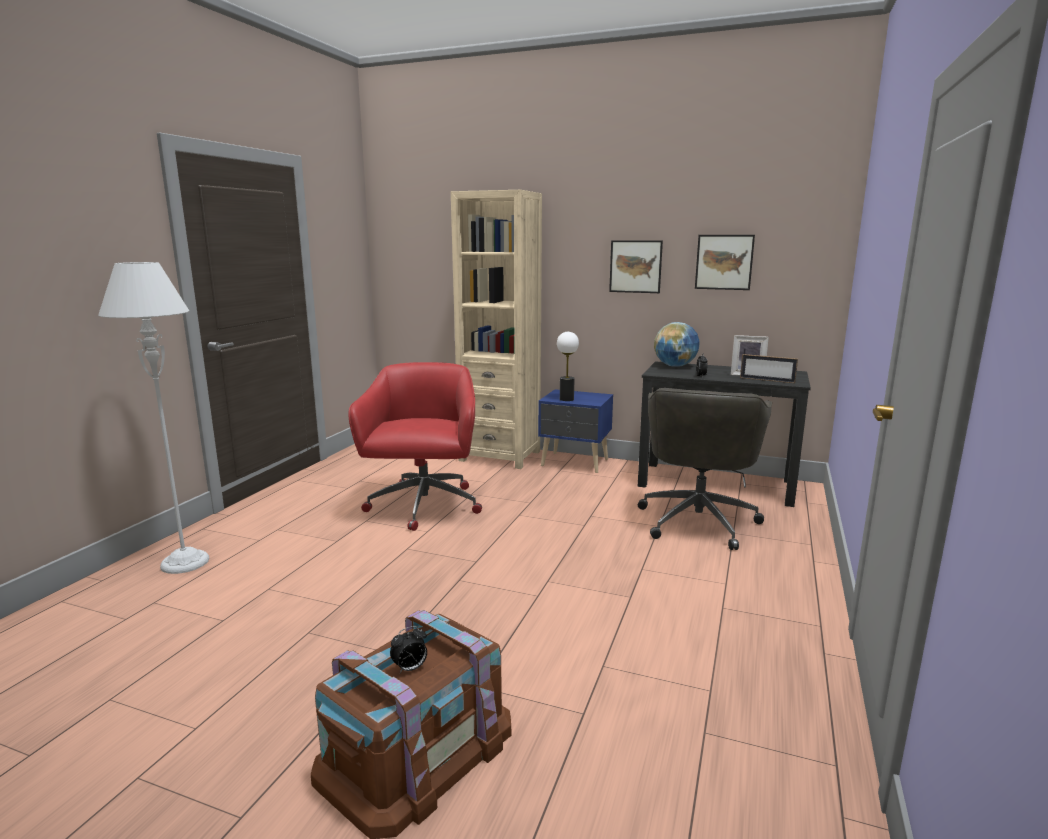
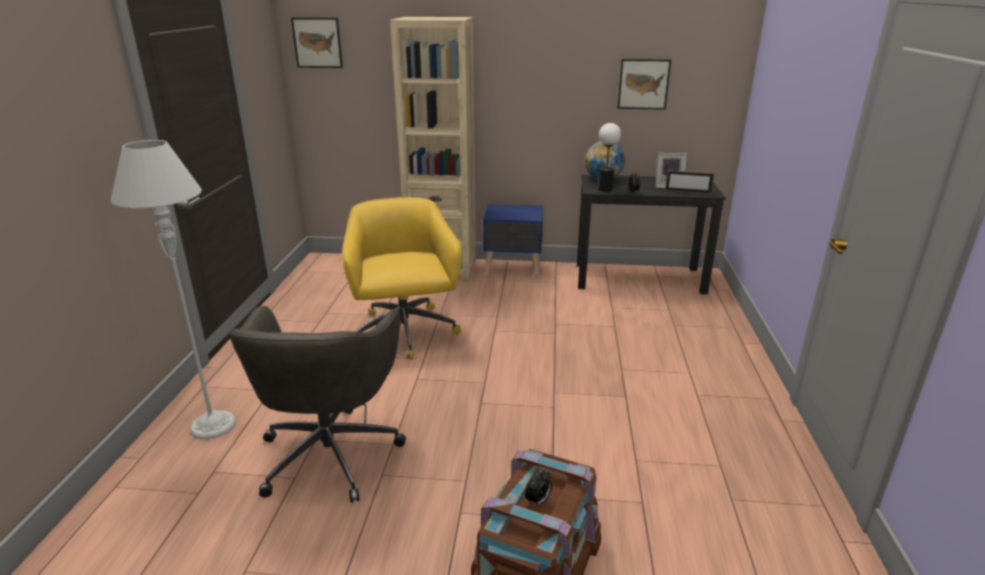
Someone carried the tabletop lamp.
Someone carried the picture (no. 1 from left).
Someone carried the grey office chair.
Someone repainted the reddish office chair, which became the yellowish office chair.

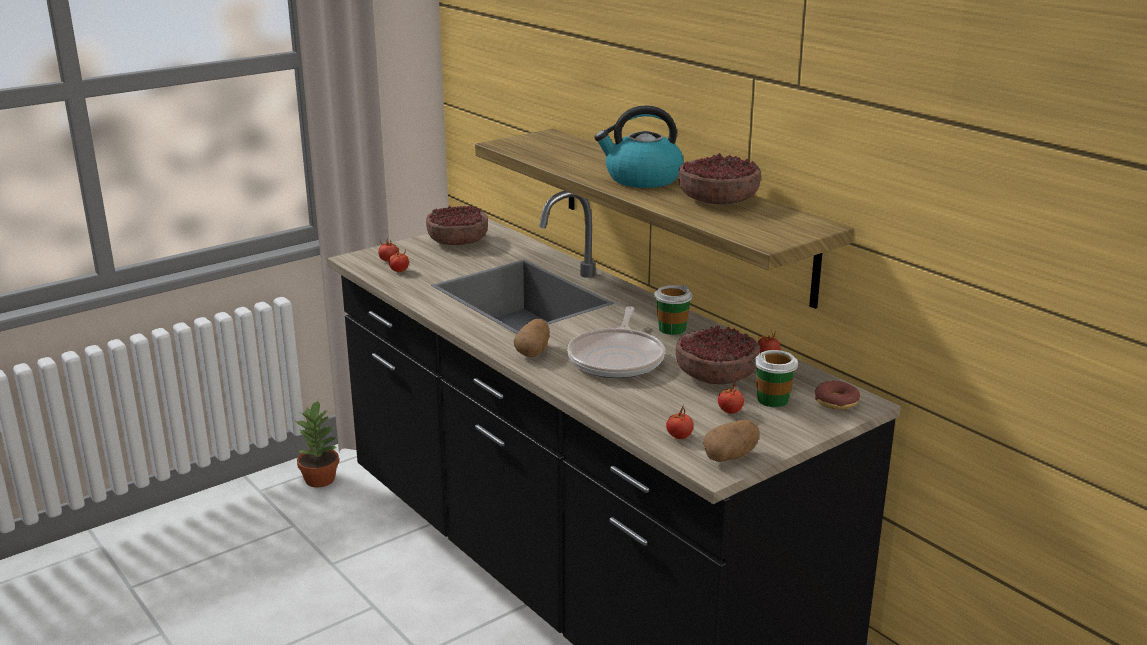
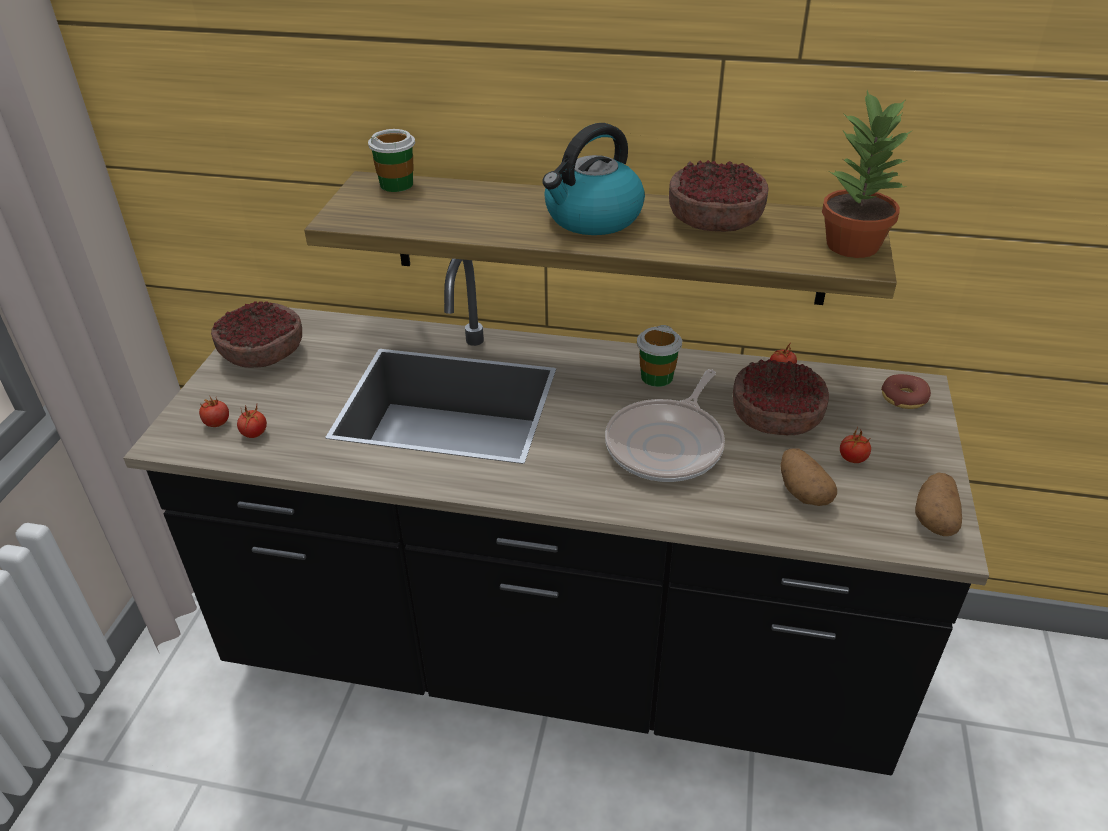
Someone took away the whole tomato (no. 3 from left).
Someone carried the houseplant.
Someone carried the potato (no. 1 from left).
Someone carried the small cup (no. 2 from left in the first image).
Someone rotated the skillet by 60 degrees clockwise.

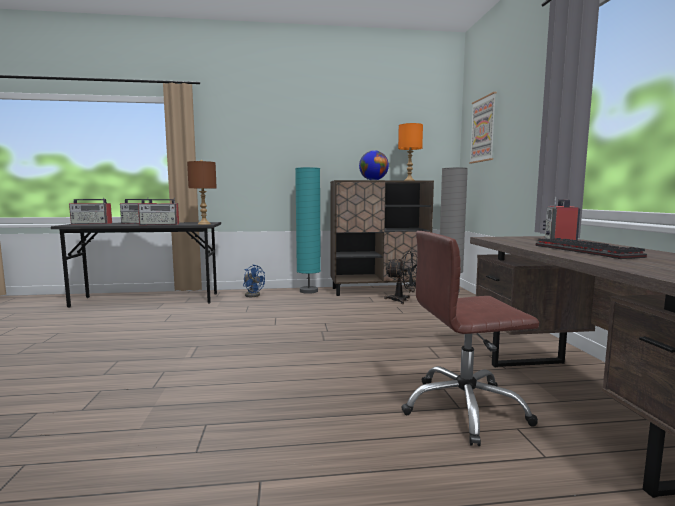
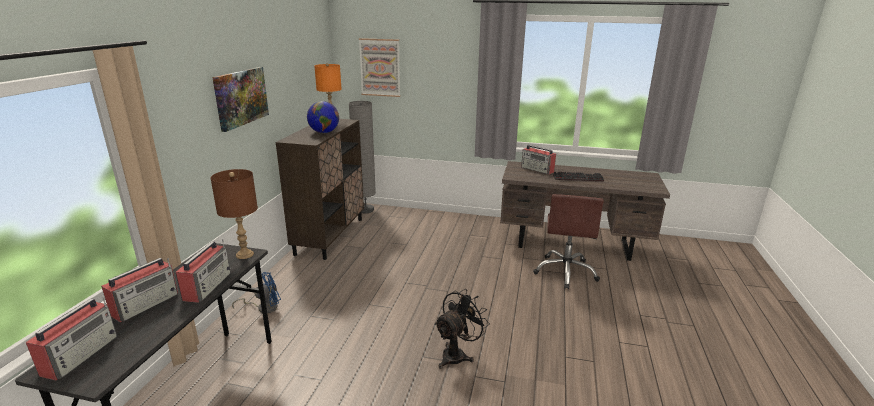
Someone took away the turquoise floor lamp.
Someone put up the picture (no. 1 from left).
Someone carried the black-coloured electric fan.

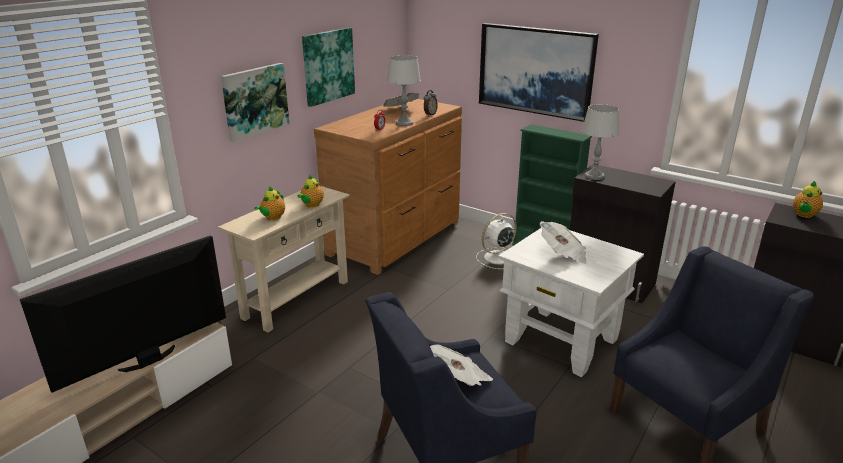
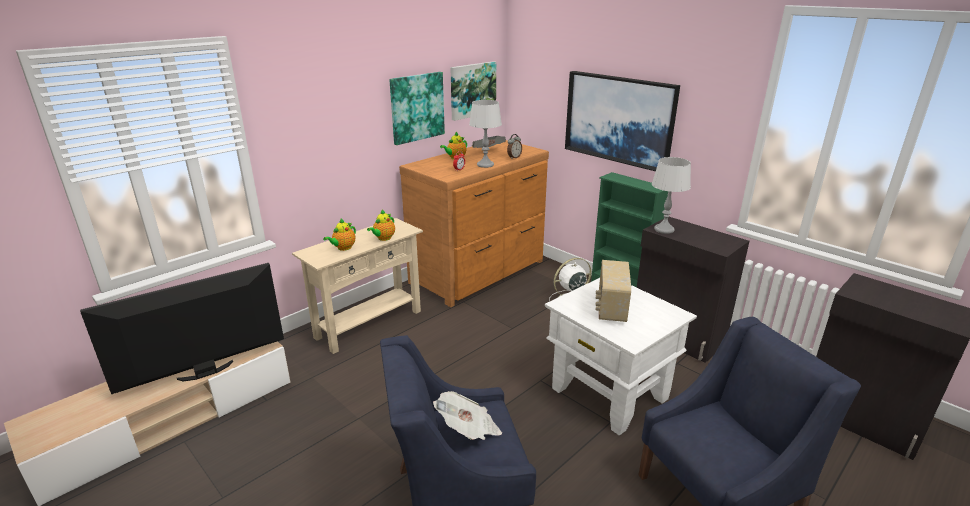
Someone carried the picture (no. 1 from left in the first image).
Someone carried the pot for tea (no. 3 from left).
Someone swapped the printed paper (no. 3 from left) for the radio.

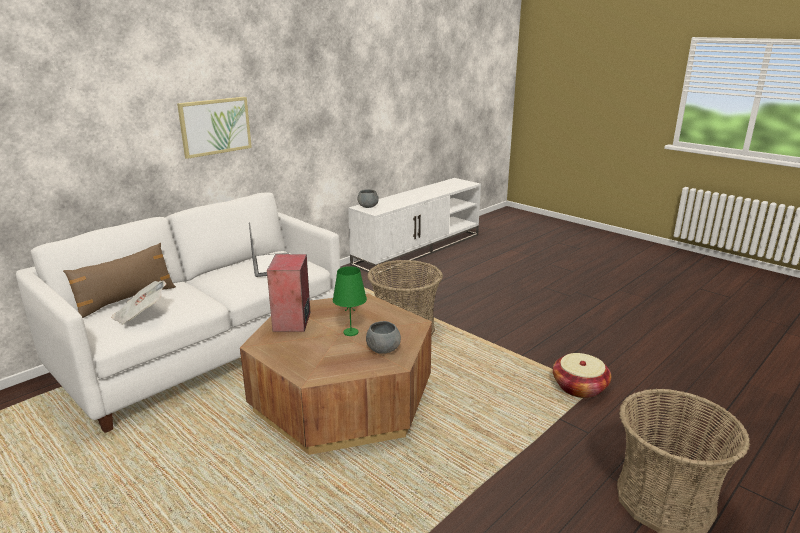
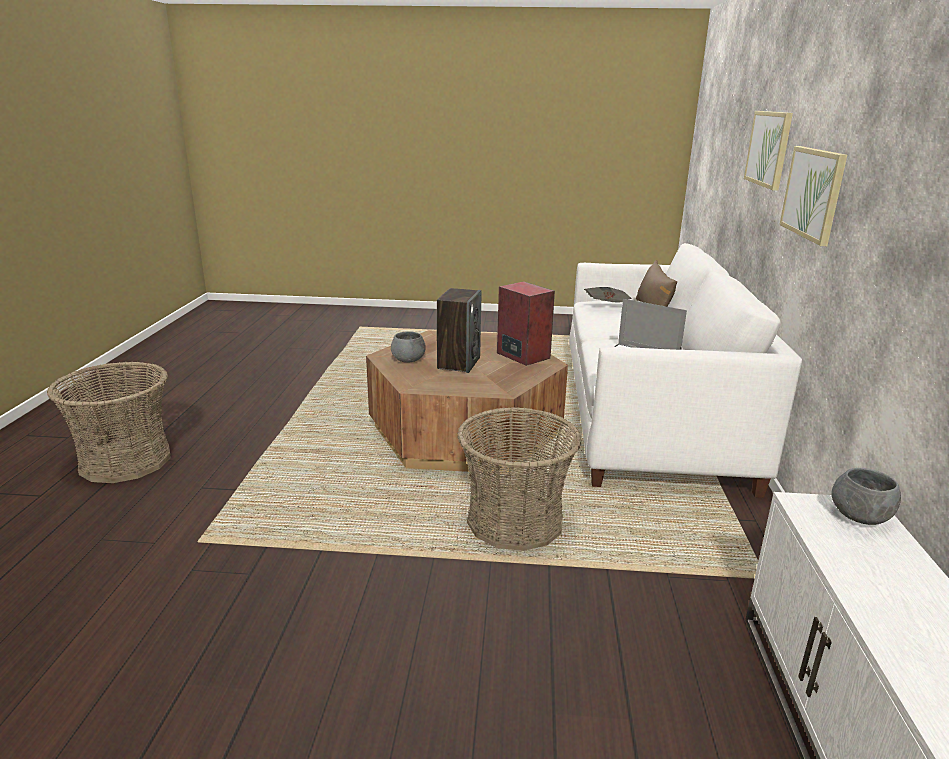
Someone took away the storage basket (no. 2 from left).
Someone put up the picture (no. 1 from left).
Someone swapped the green-coloured tabletop lamp for the speaker (no. 1 from left).

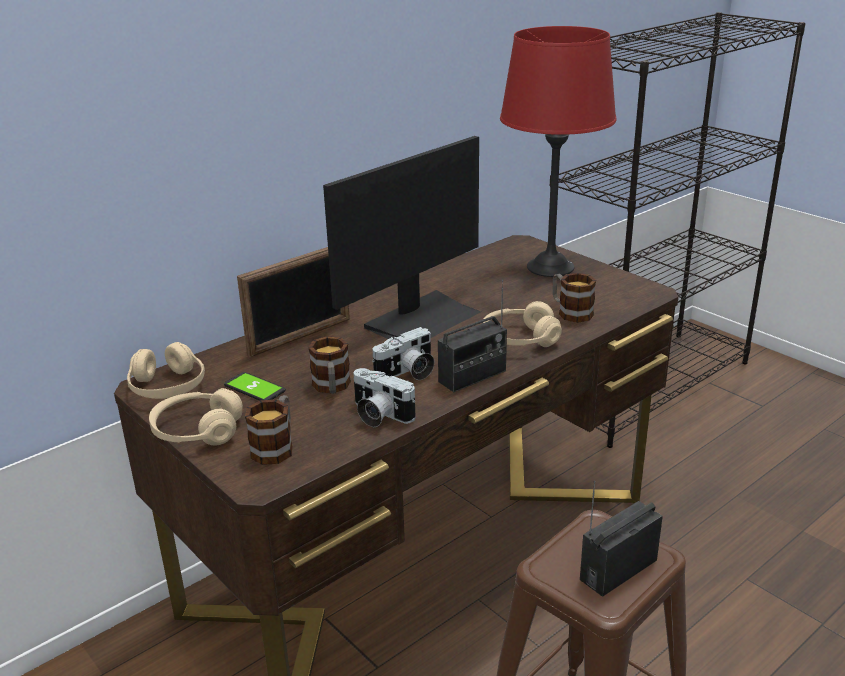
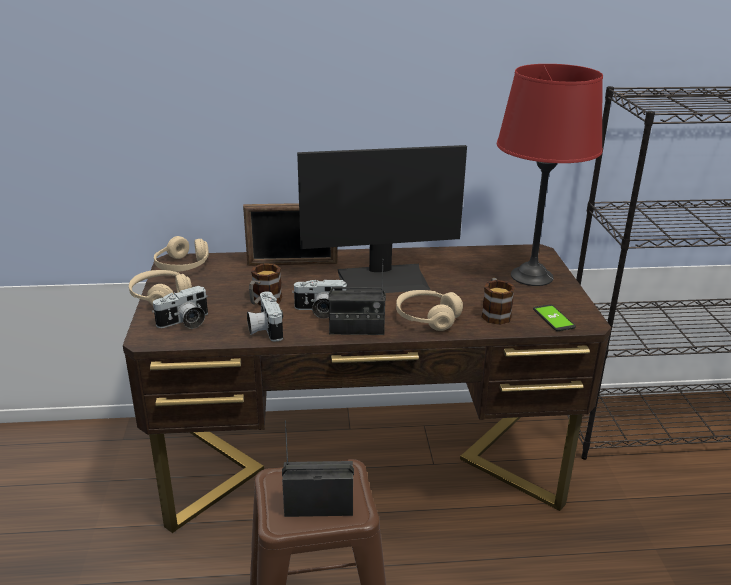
Someone carried the handset.
Someone swapped the mug (no. 1 from left) for the still camera (no. 1 from left).

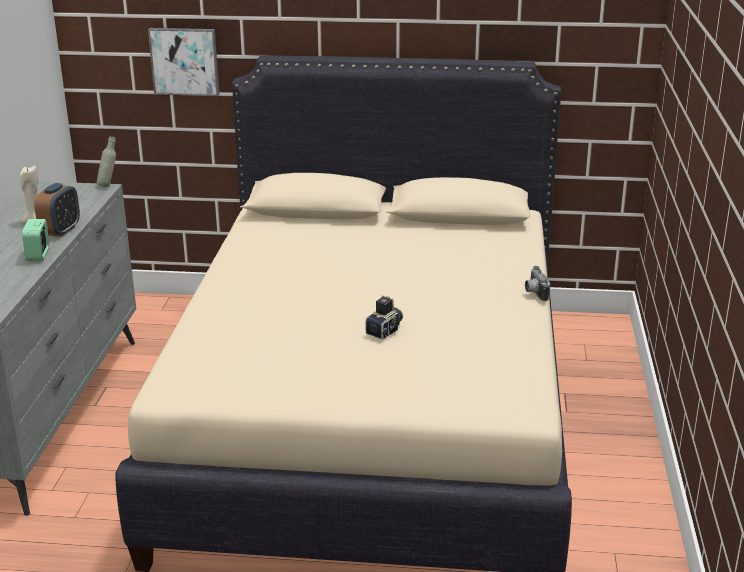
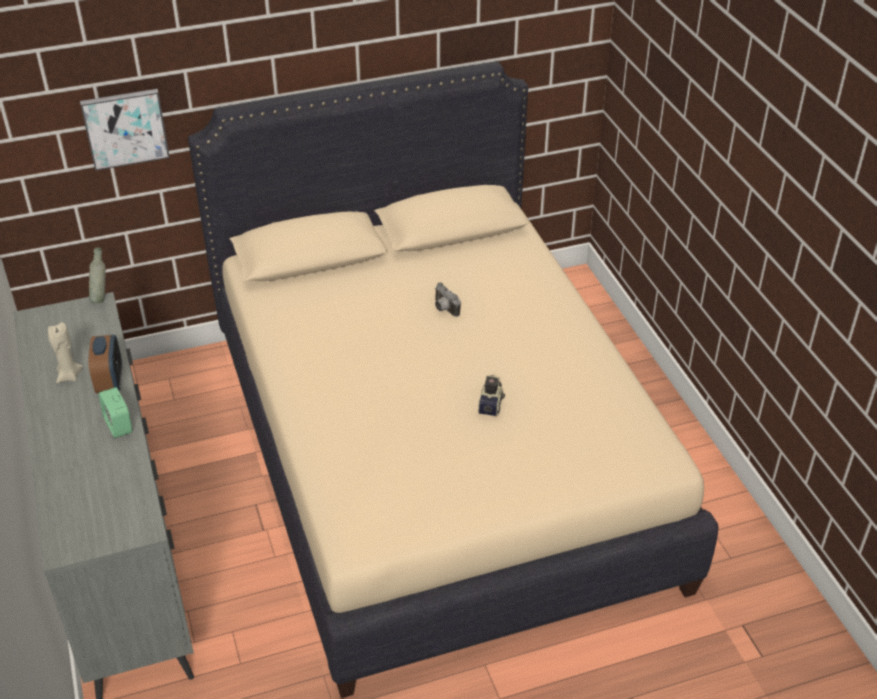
Someone carried the still camera (no. 2 from left in the first image).

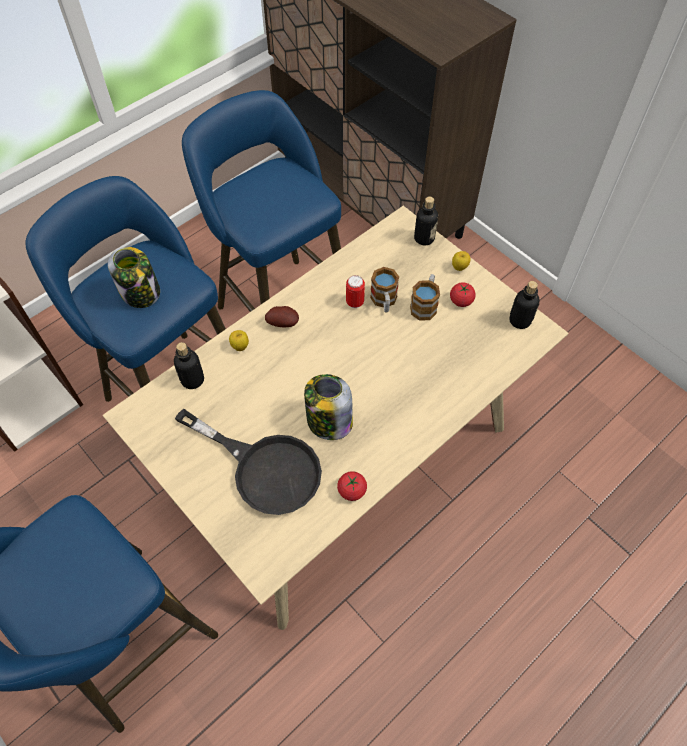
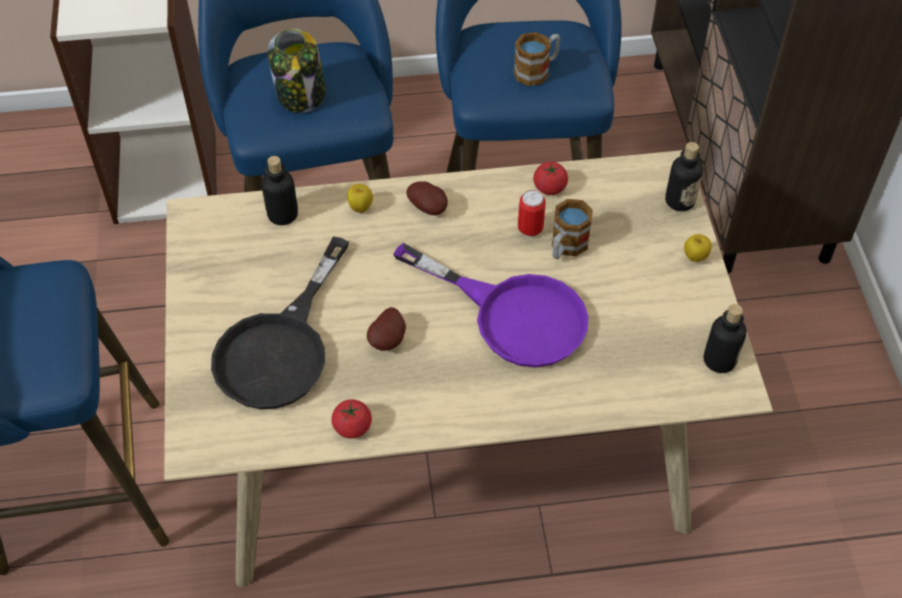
Someone put down the purple-coloured skillet.
Someone carried the mug (no. 2 from left in the first image).
Someone carried the whole tomato (no. 2 from left).
Someone swapped the jar (no. 2 from left) for the potato (no. 1 from left).
Someone rotated the black-coloured skillet by 45 degrees clockwise.

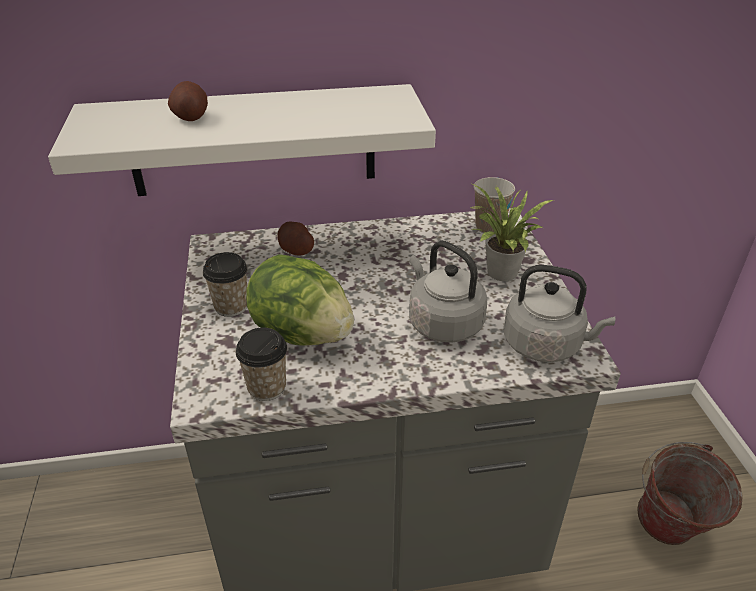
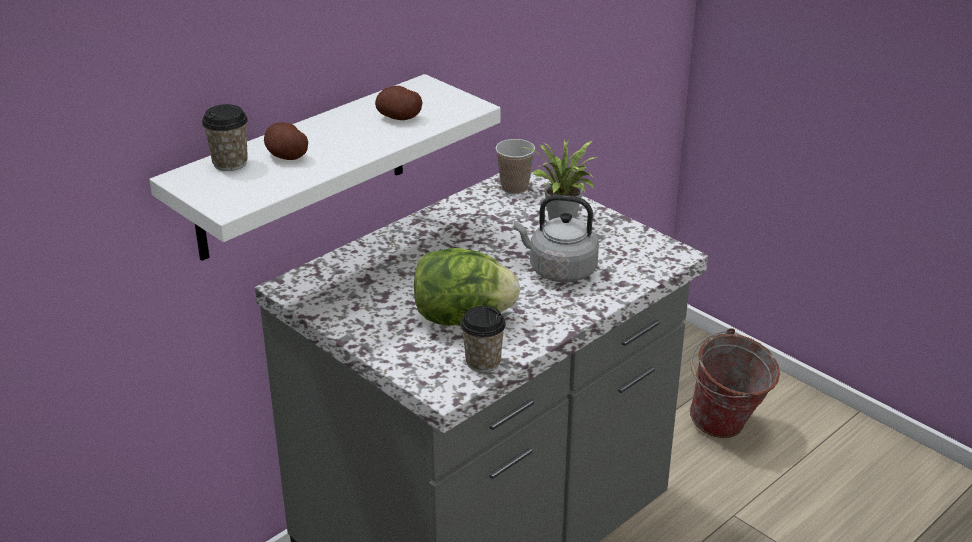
Someone took away the grey water kettle (no. 2 from left).
Someone carried the small cup (no. 1 from left).
Someone carried the potato (no. 2 from left).

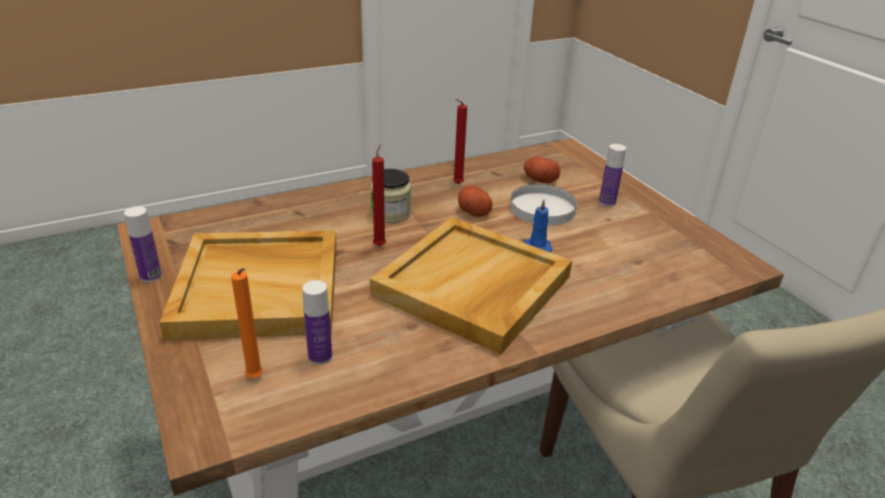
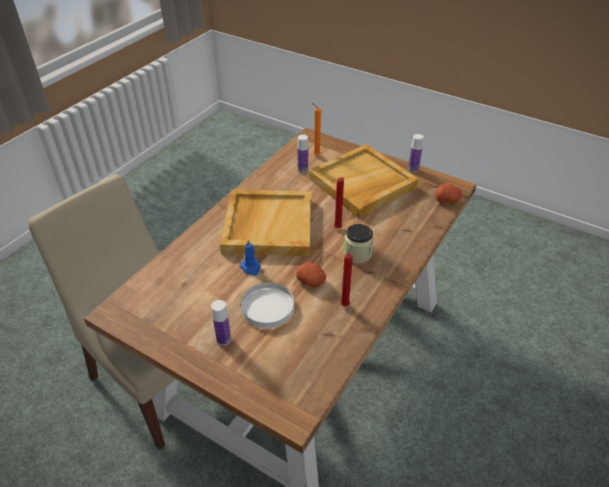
Someone carried the potato (no. 2 from left).

